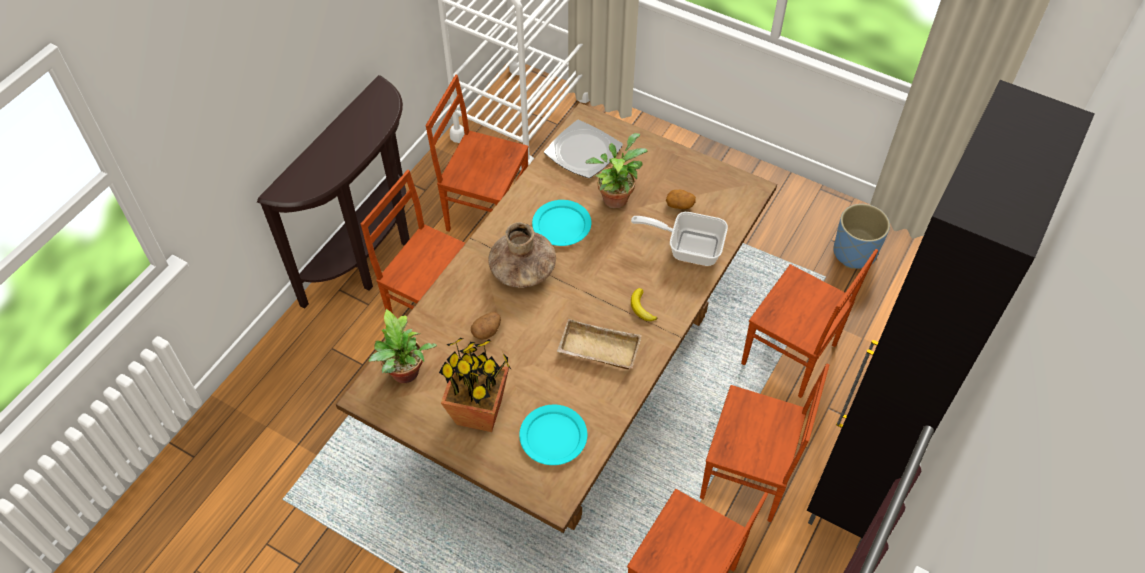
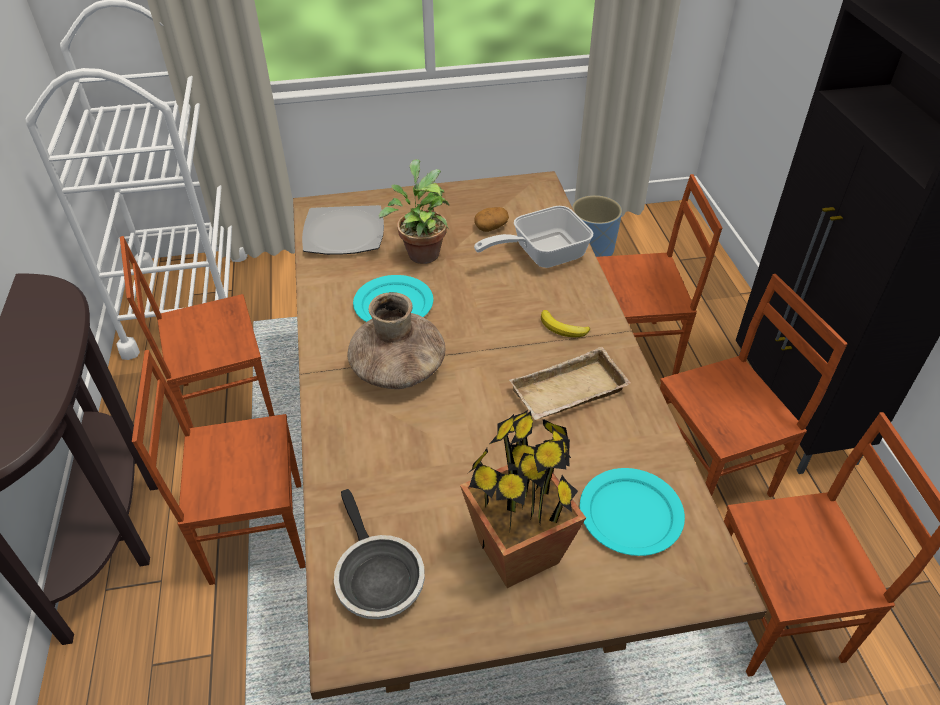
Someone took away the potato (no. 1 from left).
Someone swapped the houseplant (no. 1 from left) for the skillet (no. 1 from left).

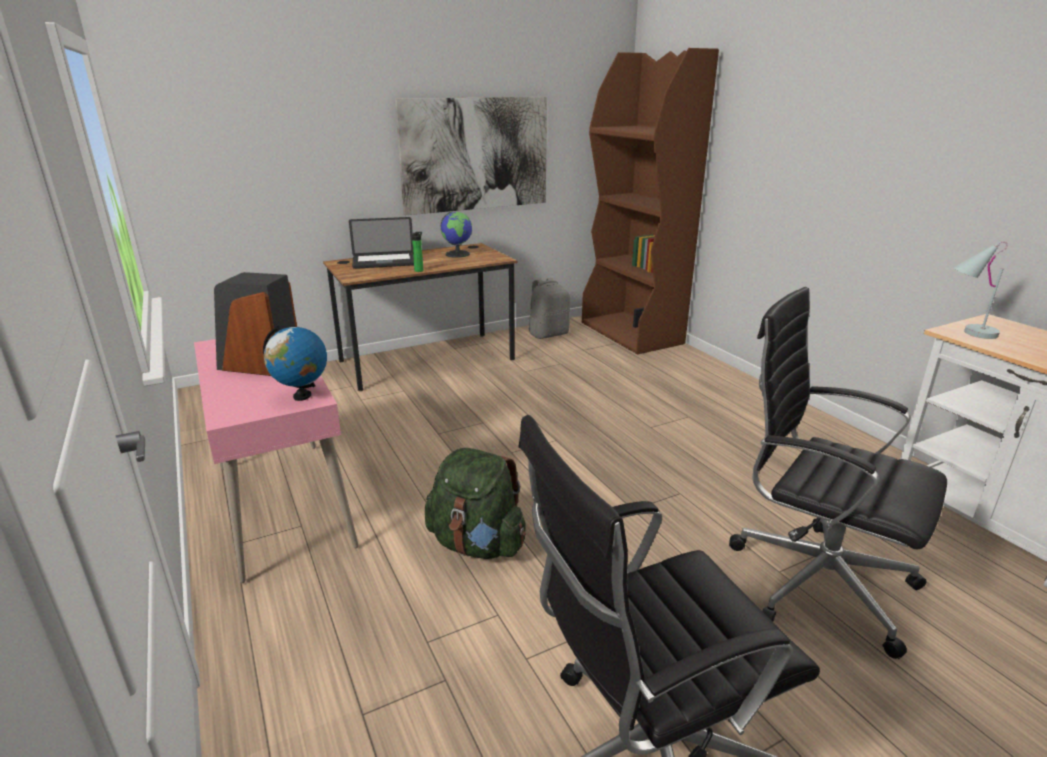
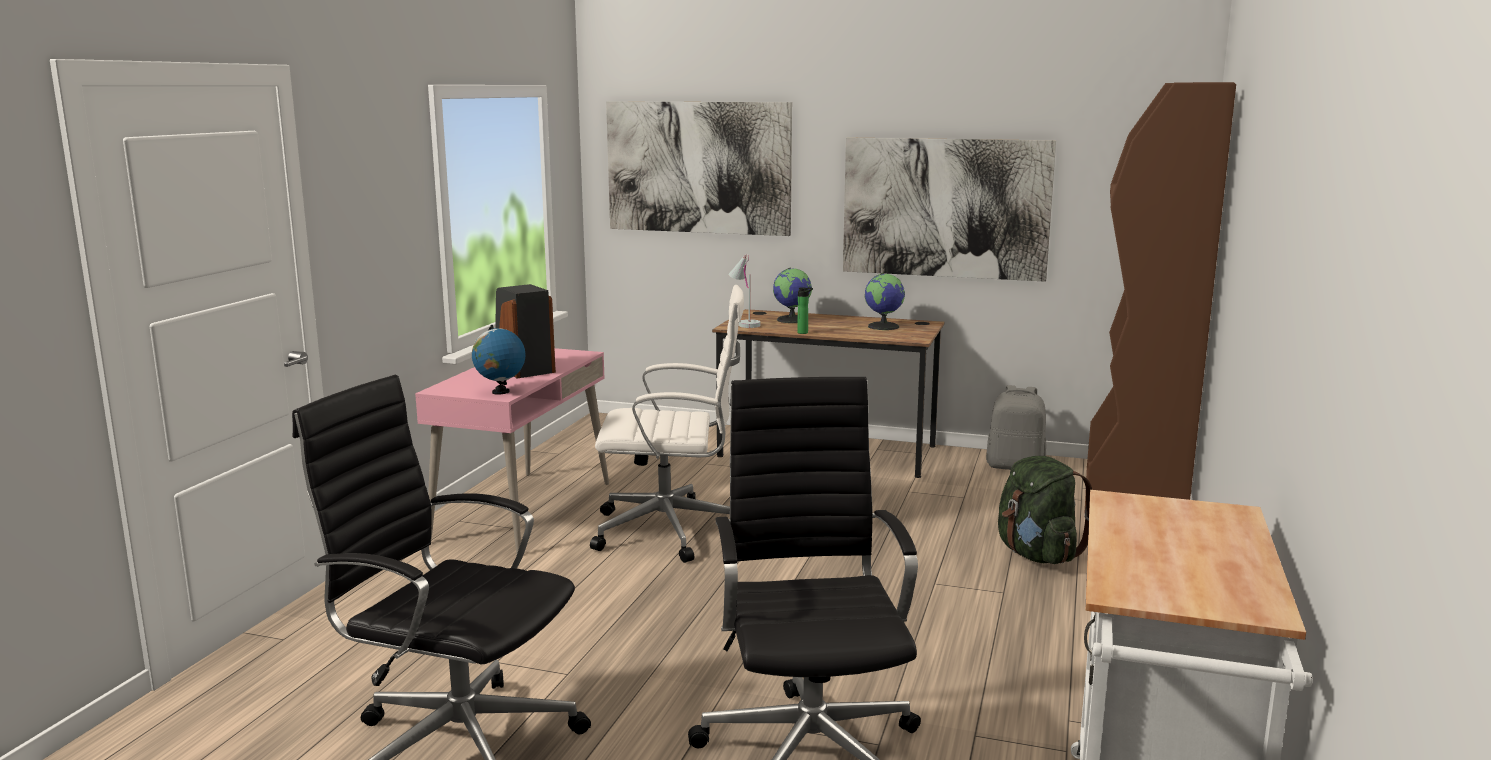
Someone put down the white office chair.
Someone put up the picture (no. 1 from left).
Someone carried the green-coloured backpack.
Someone carried the white tabletop lamp.
Someone swapped the notebook computer for the globe (no. 2 from left).

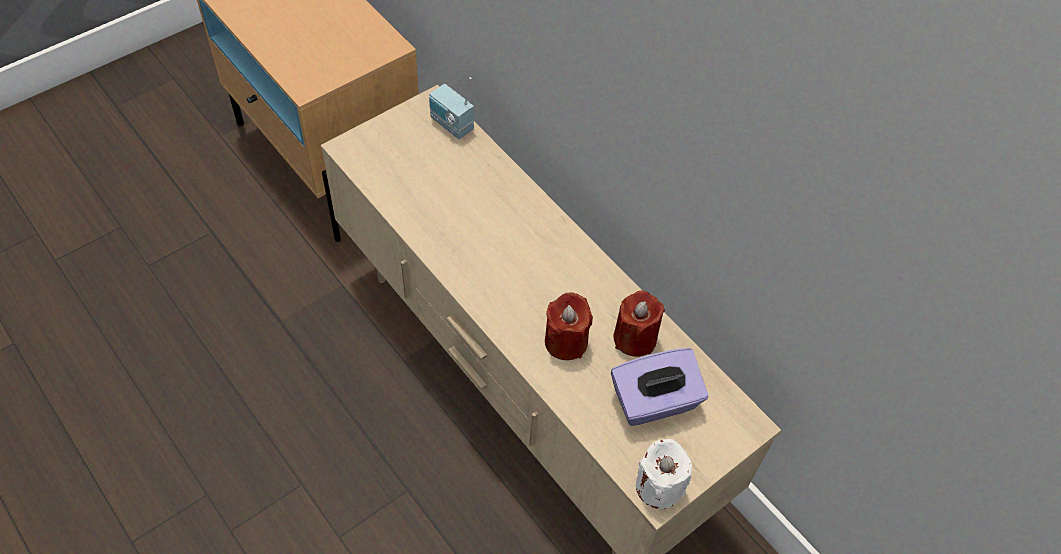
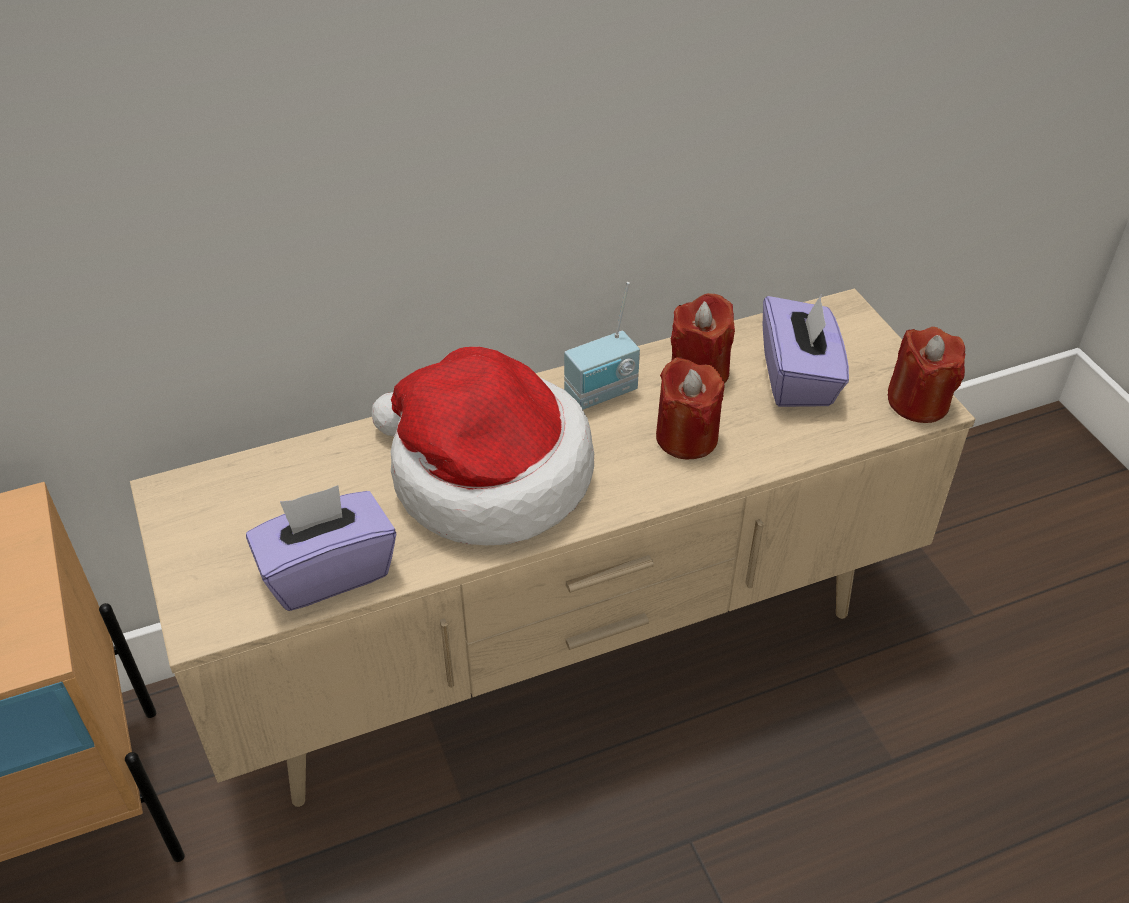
Someone put down the purple-coloured tissue box (no. 1 from left).
Someone put down the wearable hat.
Someone carried the radio.
Someone repainted the white wax light, which became the reddish wax light (no. 3 from left).

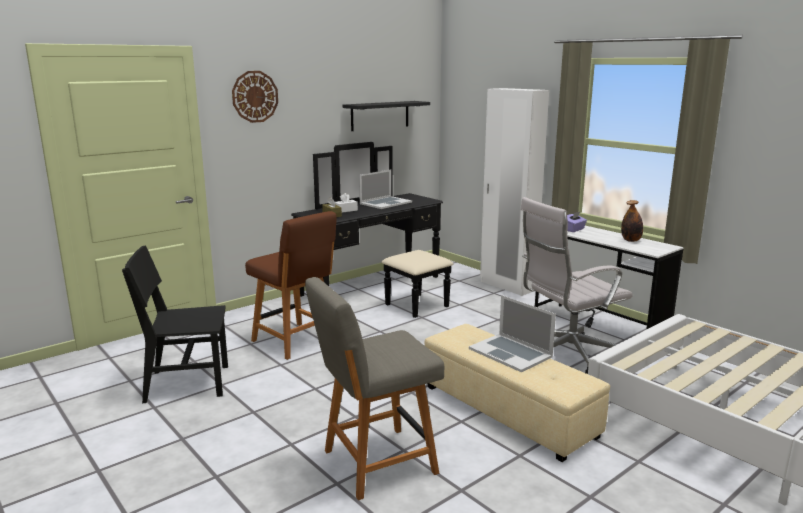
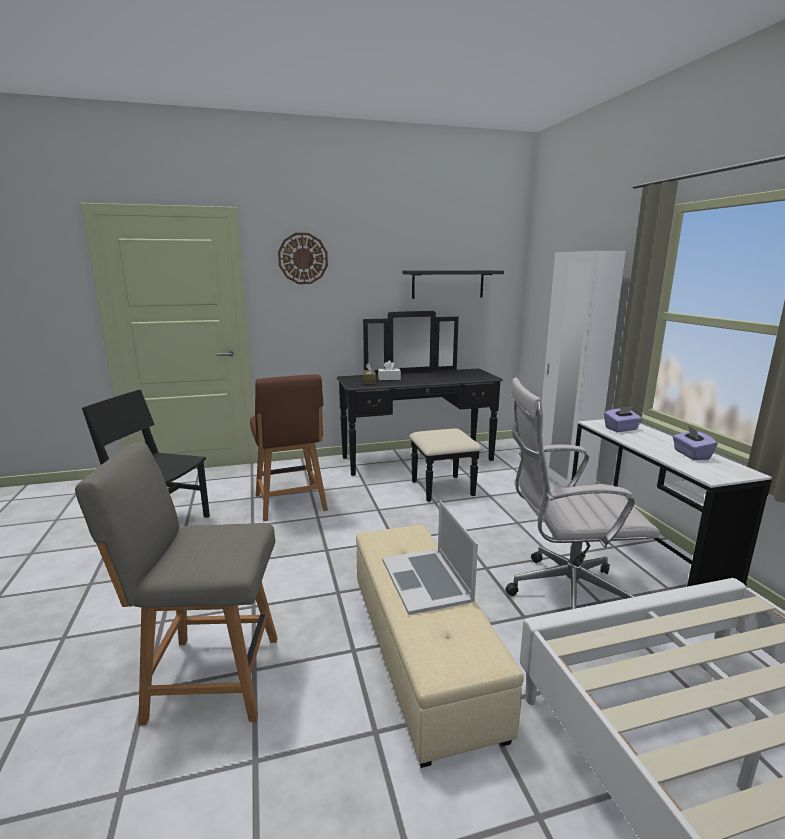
Someone took away the notebook computer (no. 1 from left).
Someone swapped the bottle for the purple-coloured tissue box (no. 2 from left).

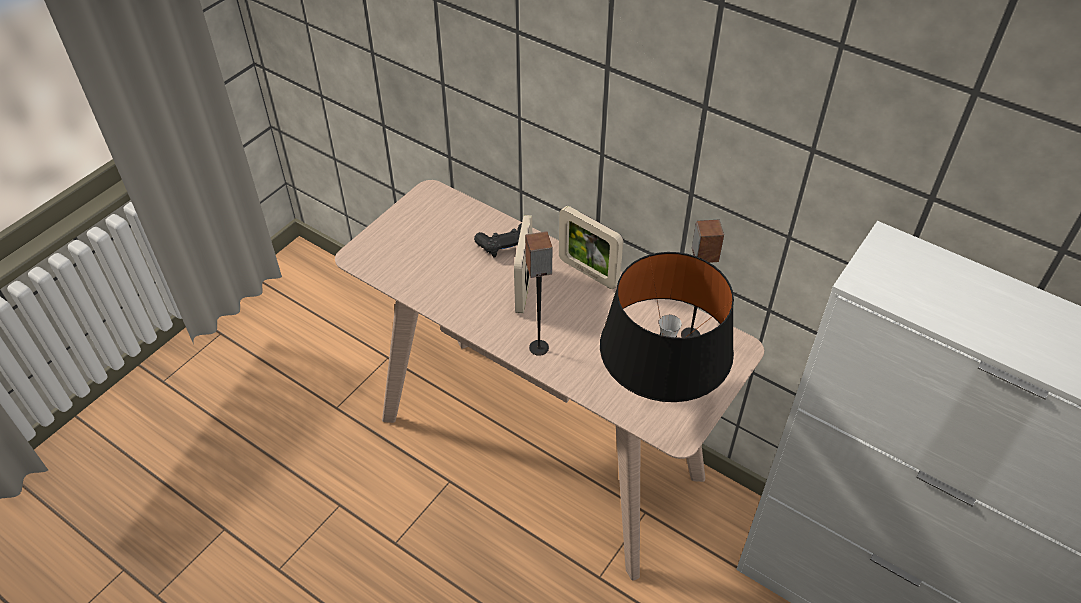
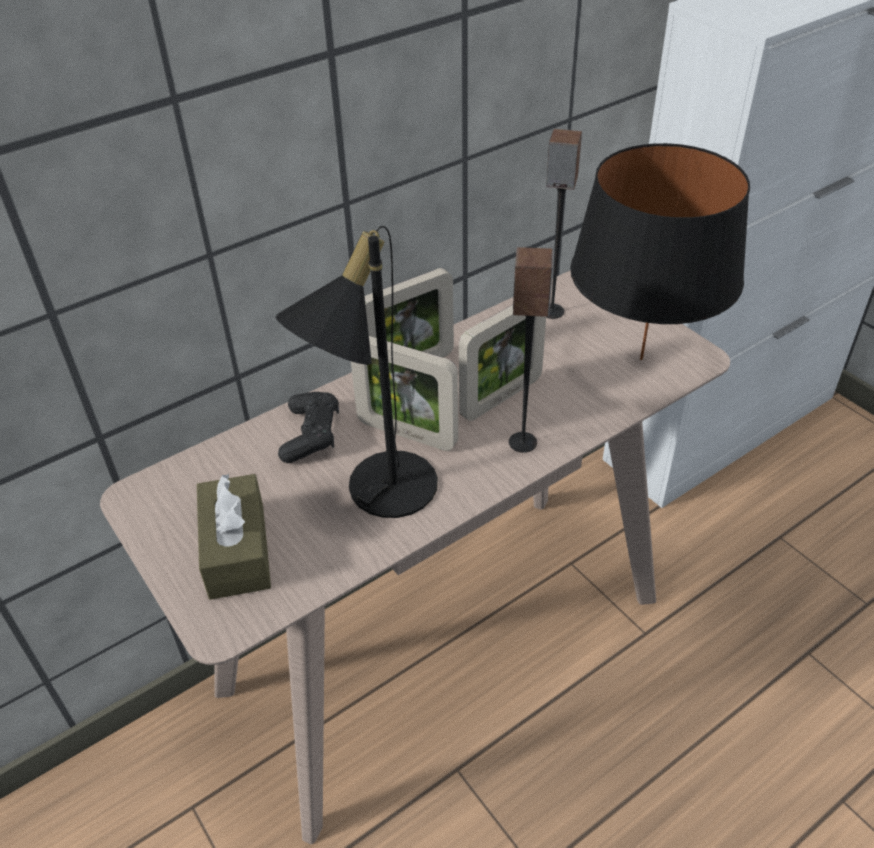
Someone put down the brown-coloured tissue box.
Someone put down the black-coloured tabletop lamp (no. 1 from left).
Someone put down the picture frame (no. 3 from left).

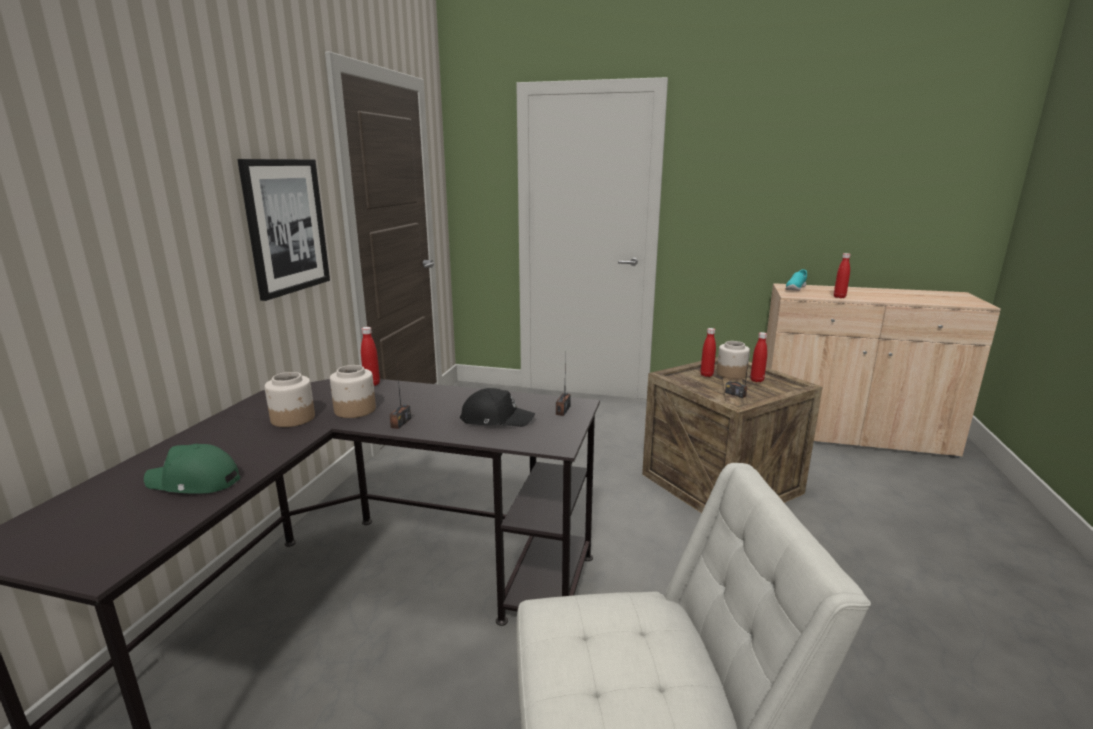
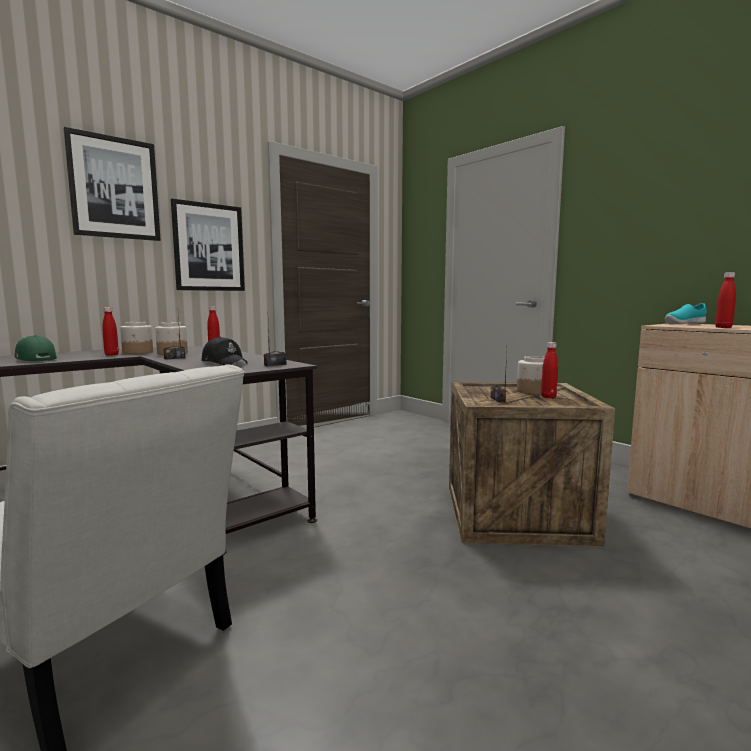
Someone put up the picture (no. 1 from left).
Someone carried the reddish bottle (no. 2 from left in the first image).

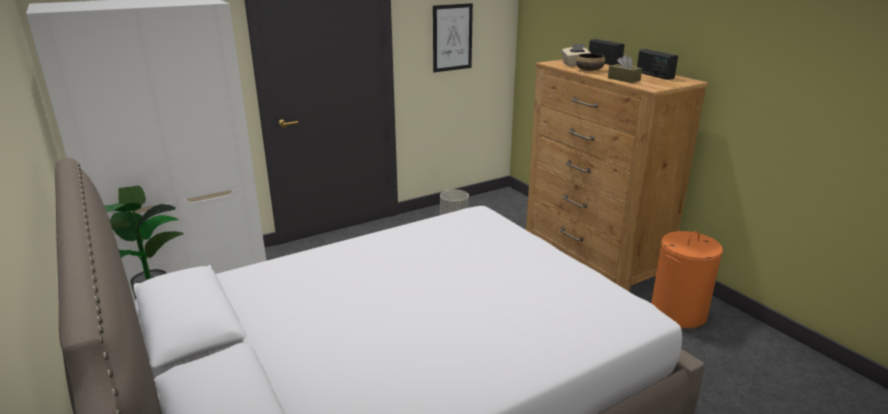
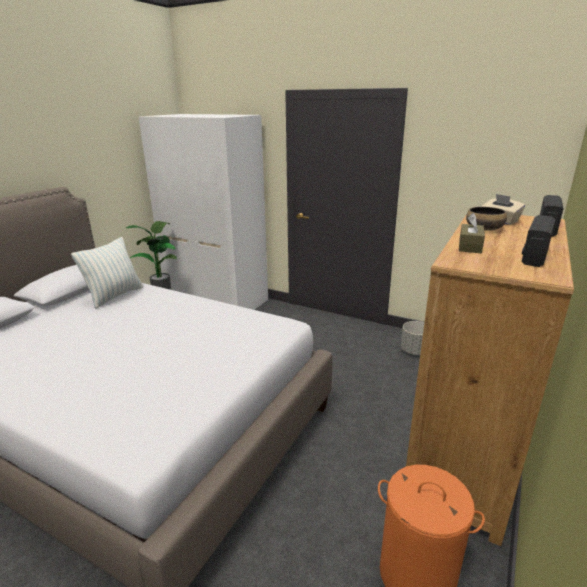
Someone took away the picture.
Someone put down the throw pillow.

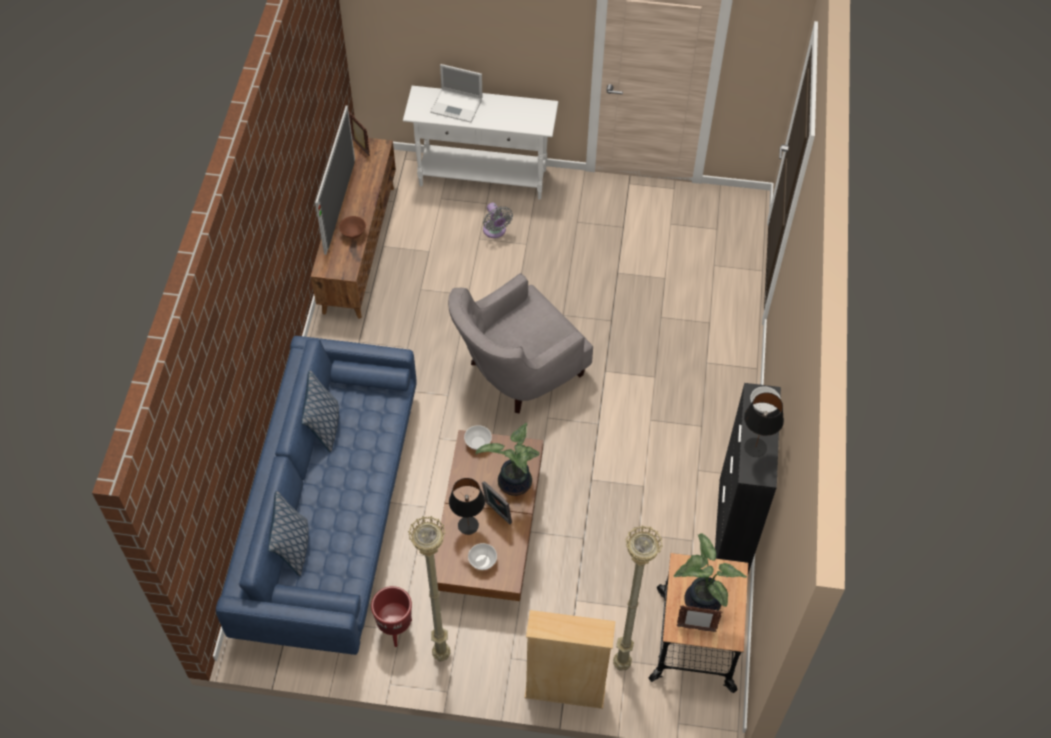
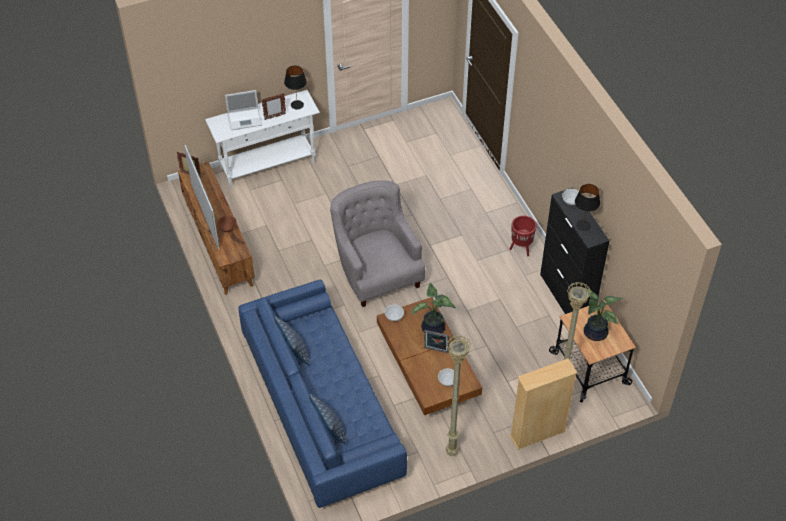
Someone took away the grey electric fan.
Someone carried the reddish planter.
Someone carried the black-coloured tabletop lamp (no. 1 from left).
Someone carried the picture frame (no. 3 from left in the first image).
Someone rotated the grey easy chair by 135 degrees clockwise.

